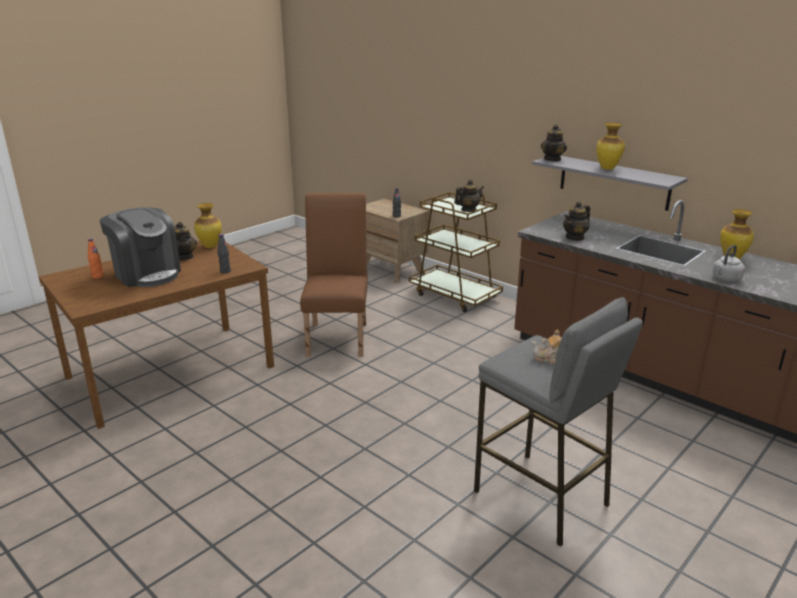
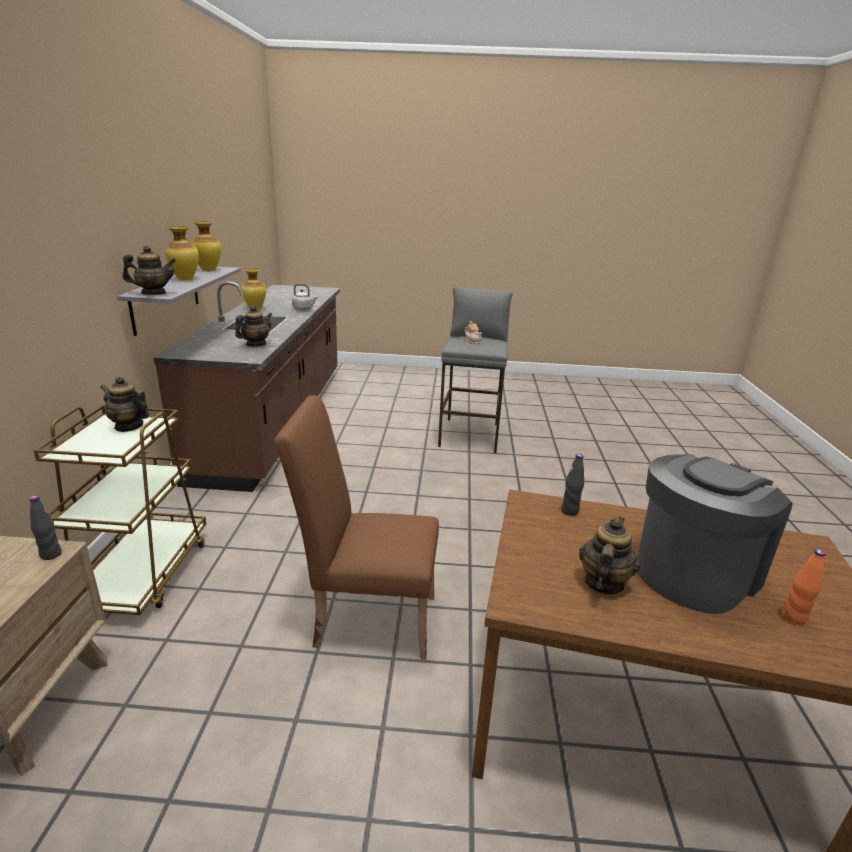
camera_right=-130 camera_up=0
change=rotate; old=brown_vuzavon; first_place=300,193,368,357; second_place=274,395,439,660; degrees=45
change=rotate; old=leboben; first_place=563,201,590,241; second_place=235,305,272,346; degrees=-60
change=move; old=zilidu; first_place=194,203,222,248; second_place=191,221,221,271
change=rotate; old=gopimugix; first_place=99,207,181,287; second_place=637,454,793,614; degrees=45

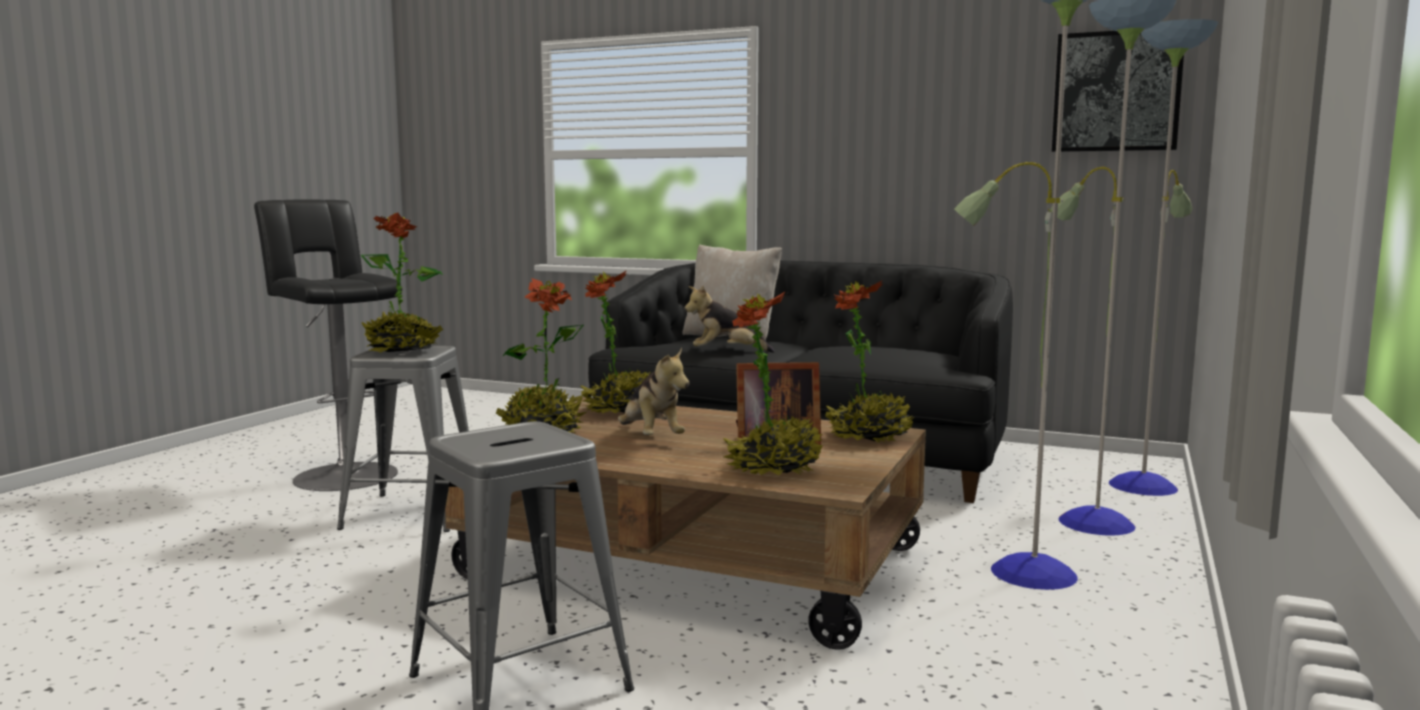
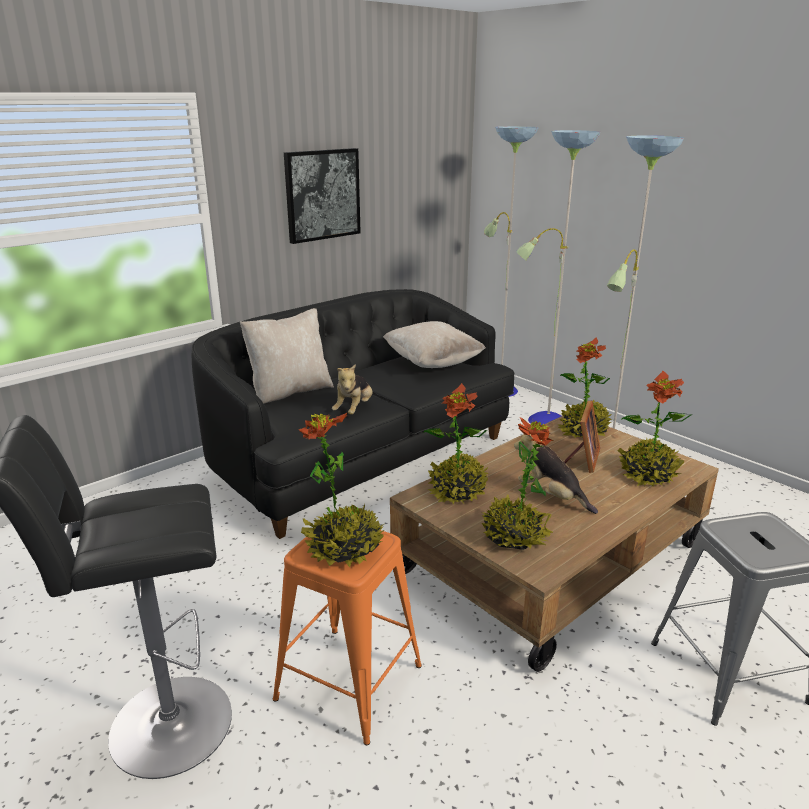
camera_right=-65 camera_up=15
change=move; old=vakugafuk; first_place=1052,31,1184,152; second_place=284,148,361,244
change=recolor; old=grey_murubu; new=orange_murubu; first_place=337,346,469,532; second_place=273,530,422,745
change=rotate; old=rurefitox; first_place=618,348,689,435; second_place=514,434,598,514; degrees=-135
change=insert; new=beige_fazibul; second_place=383,321,486,368

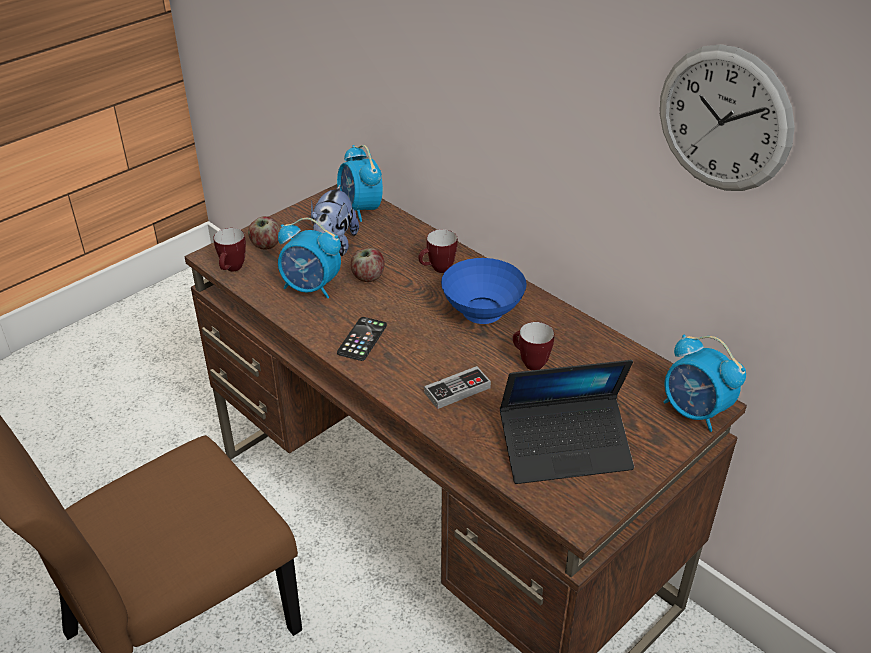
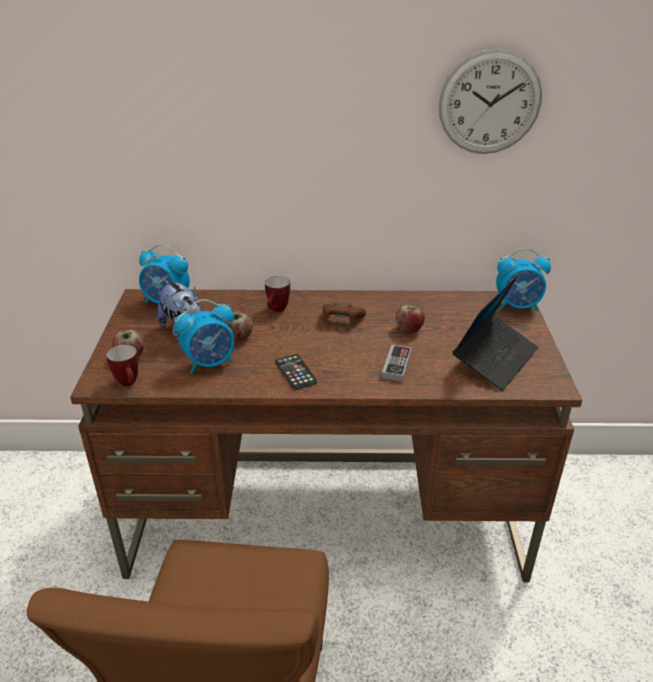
camera_right=-45 camera_up=-5
change=replace; old=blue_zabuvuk; new=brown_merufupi; first_place=441,258,527,324; second_place=323,302,366,322
change=replace; old=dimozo; new=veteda; first_place=513,322,554,370; second_place=396,305,425,333

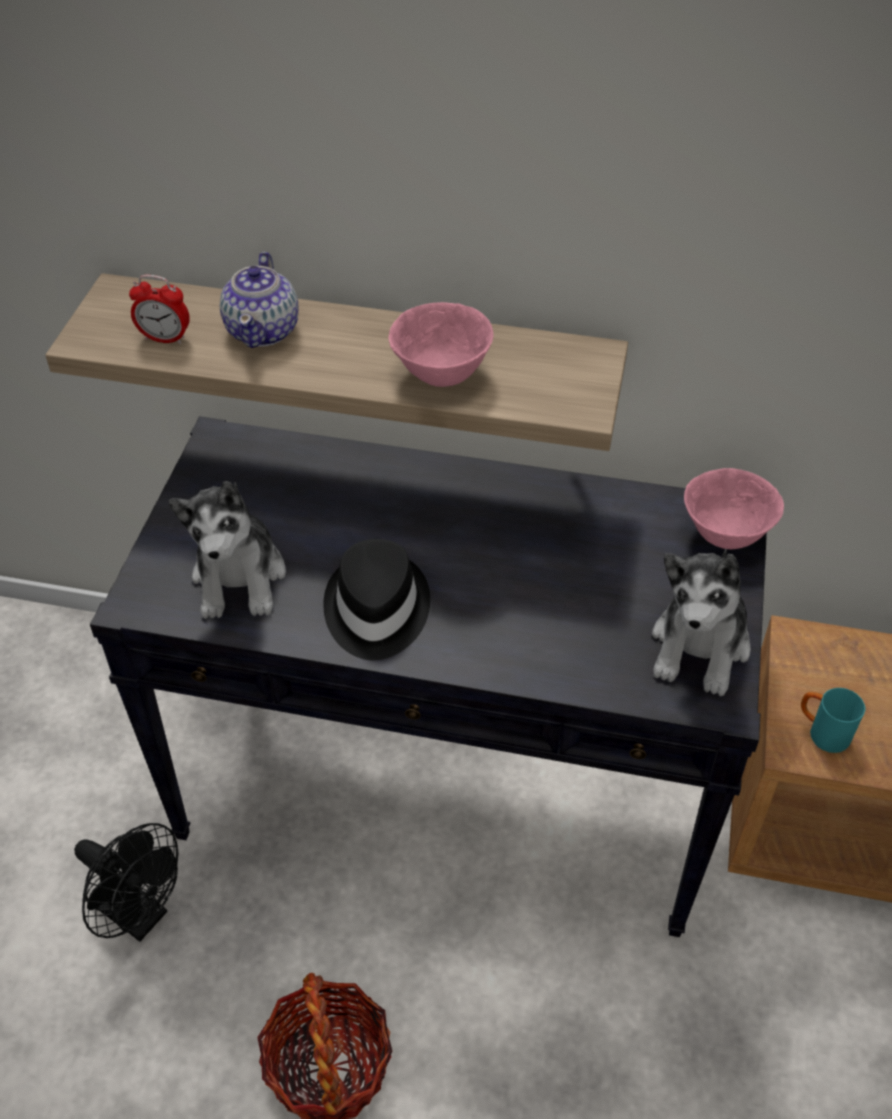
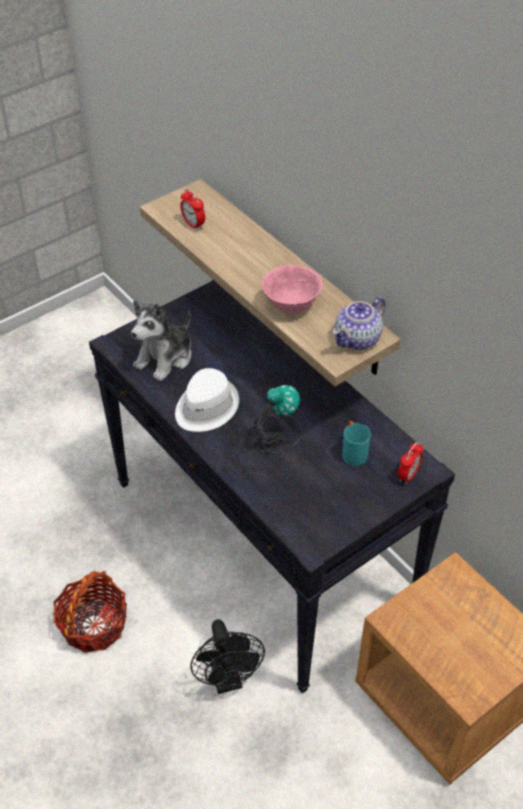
camera_right=40 camera_up=0
change=move; old=leboben; first_place=220,252,299,348; second_place=332,297,386,350
change=replace; old=pink_zabuvuk; new=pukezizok; first_place=684,468,784,549; second_place=398,442,423,484
change=recolor; old=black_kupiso; new=white_kupiso; first_place=323,539,430,661; second_place=175,368,239,432
change=delete; old=rurefitox; first_place=652,549,750,696
change=move; old=turquoise_dimozo; first_place=801,688,865,753; second_place=342,421,371,466
change=move; old=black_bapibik; first_place=74,823,179,942; second_place=191,619,265,694
change=insert; new=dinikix; second_place=228,385,303,479

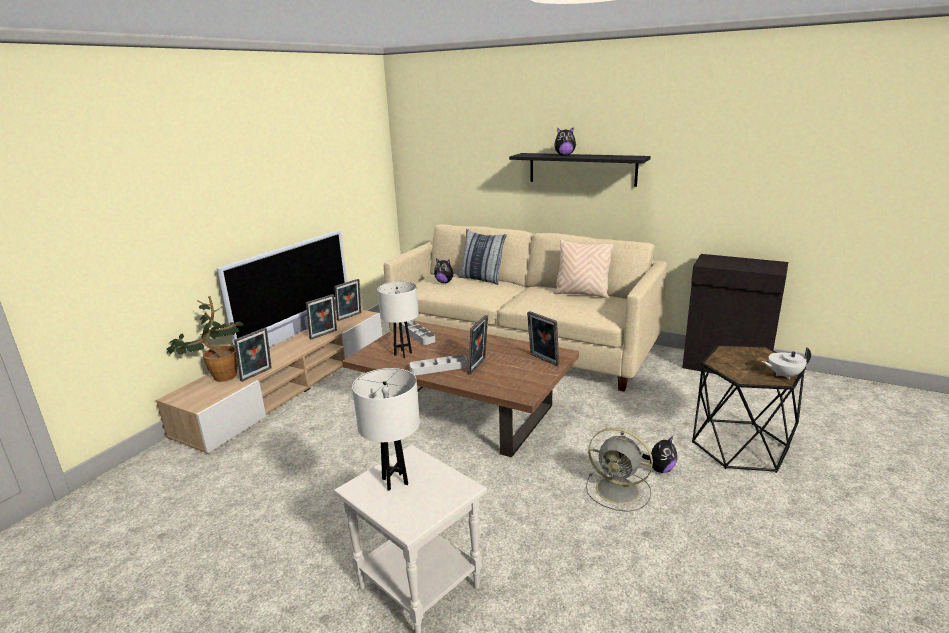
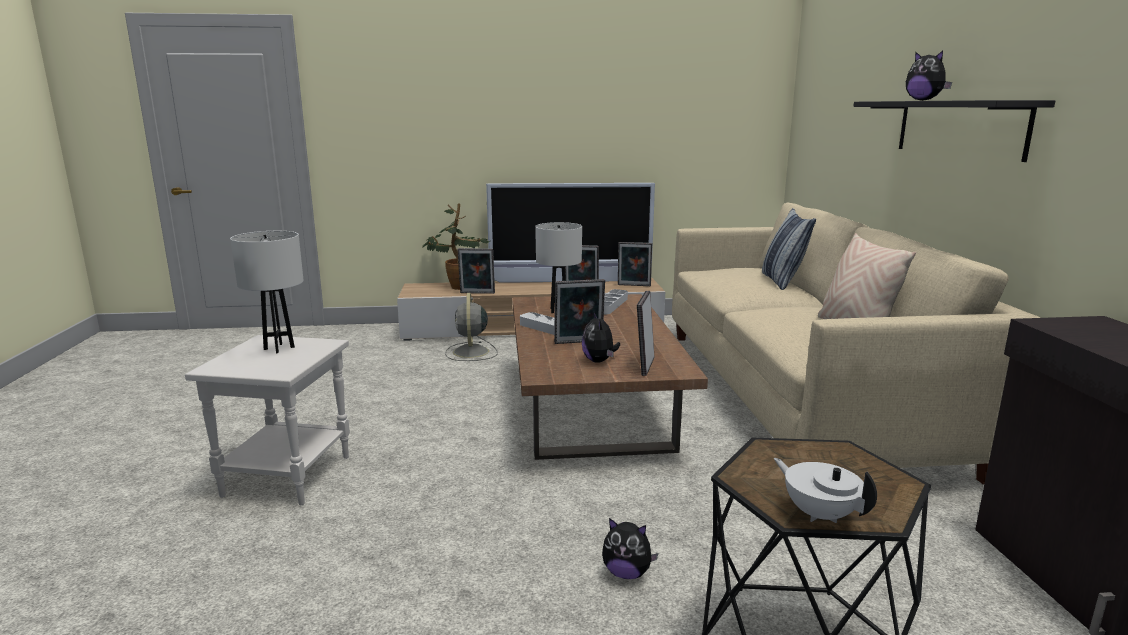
camera_right=55 camera_up=-5
change=move; old=rurefitox; first_place=434,258,457,283; second_place=582,313,620,363
change=move; old=grey_bapibik; first_place=586,428,653,512; second_place=445,293,498,361

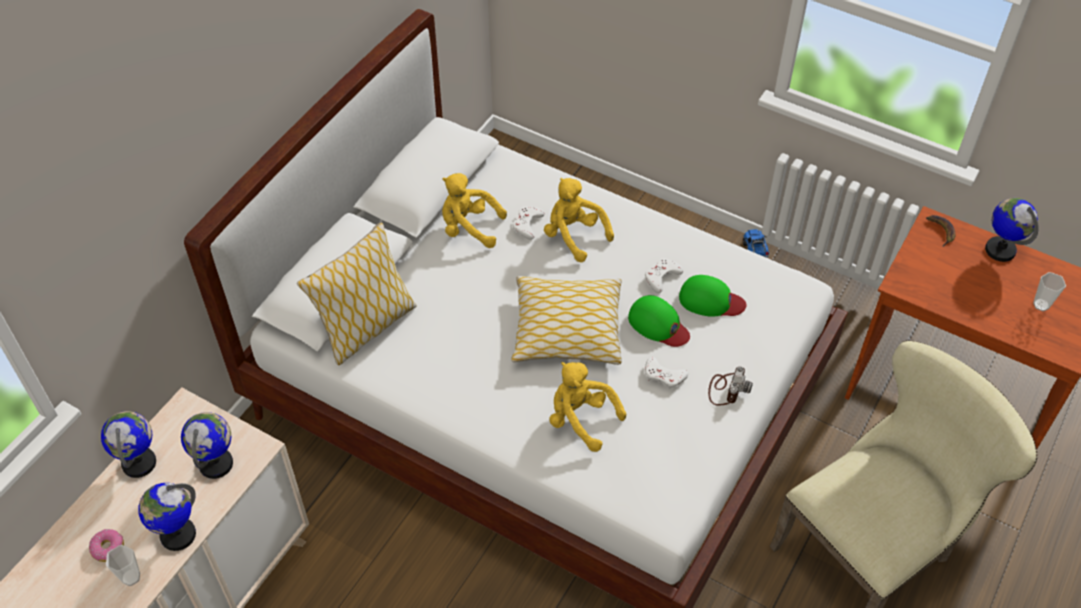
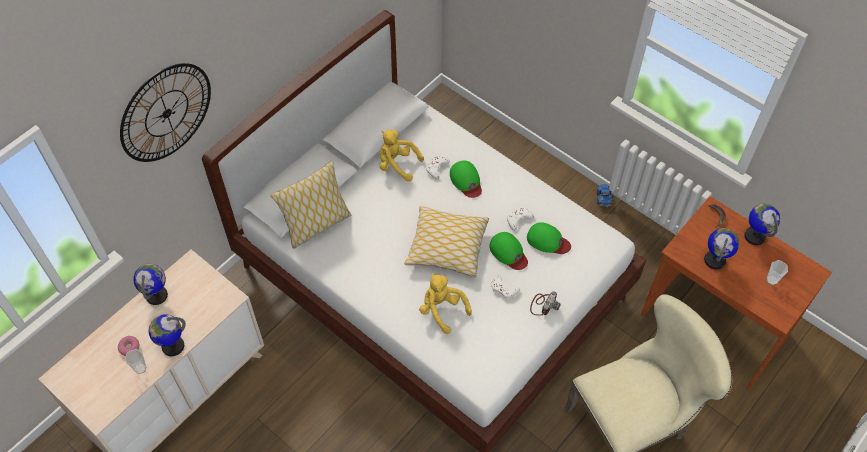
camera_right=10 camera_up=5
change=replace; old=yellow_rurefitox; new=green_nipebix; first_place=544,178,614,262; second_place=450,161,482,198
change=move; old=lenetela; first_place=181,412,233,479; second_place=704,228,739,269
change=insert; new=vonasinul; second_place=120,63,211,162

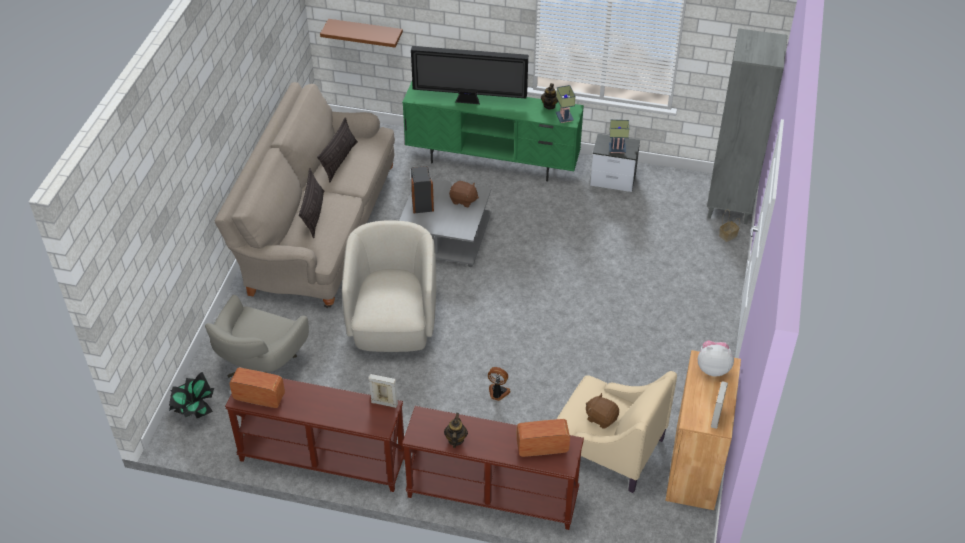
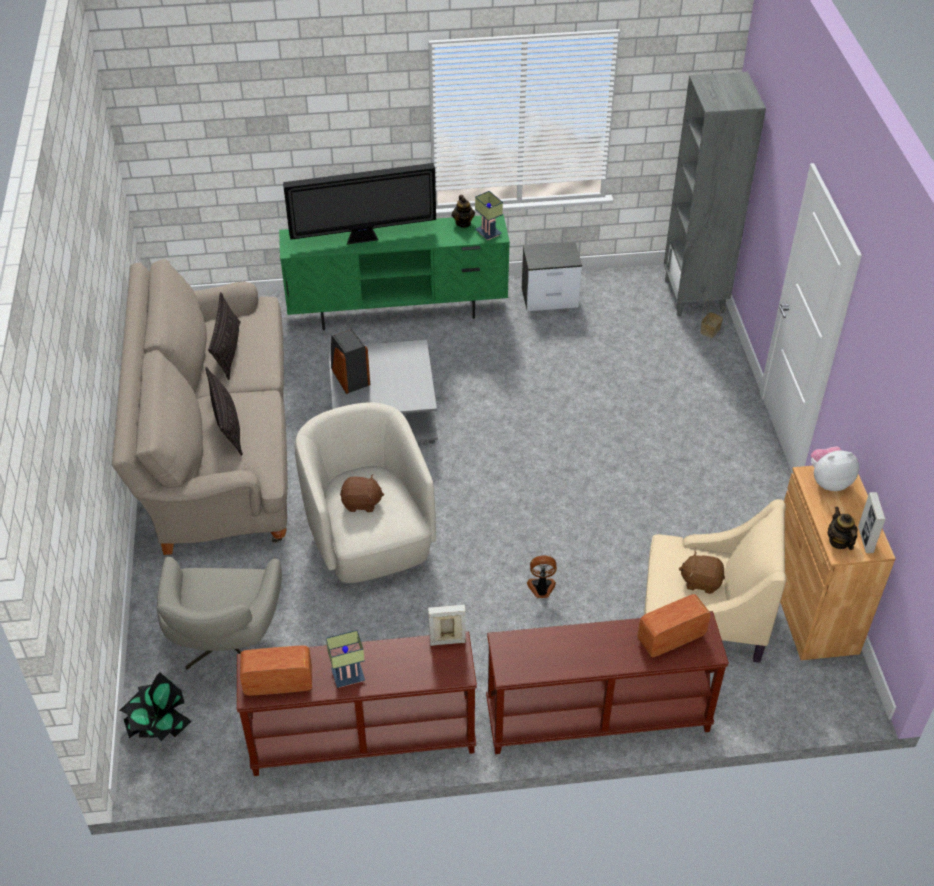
camera_right=-20 camera_up=0
change=delete; old=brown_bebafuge; first_place=320,19,403,48
change=move; old=dinikix; first_place=609,120,629,153; second_place=326,630,365,688
change=move; old=brown_rurefitox; first_place=449,181,479,208; second_place=340,474,384,512
change=move; old=leboben; first_place=444,413,468,448; second_place=827,507,858,550

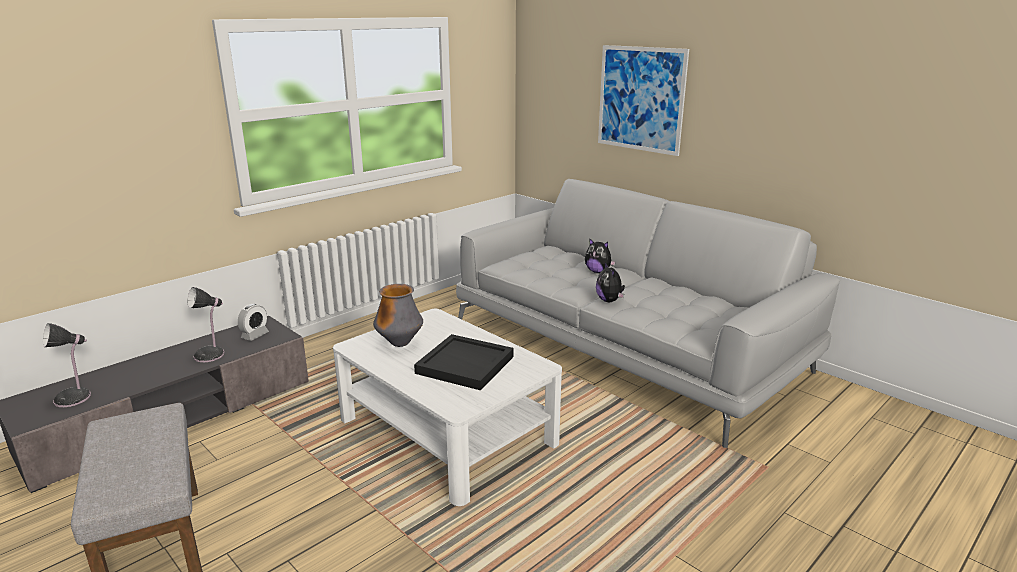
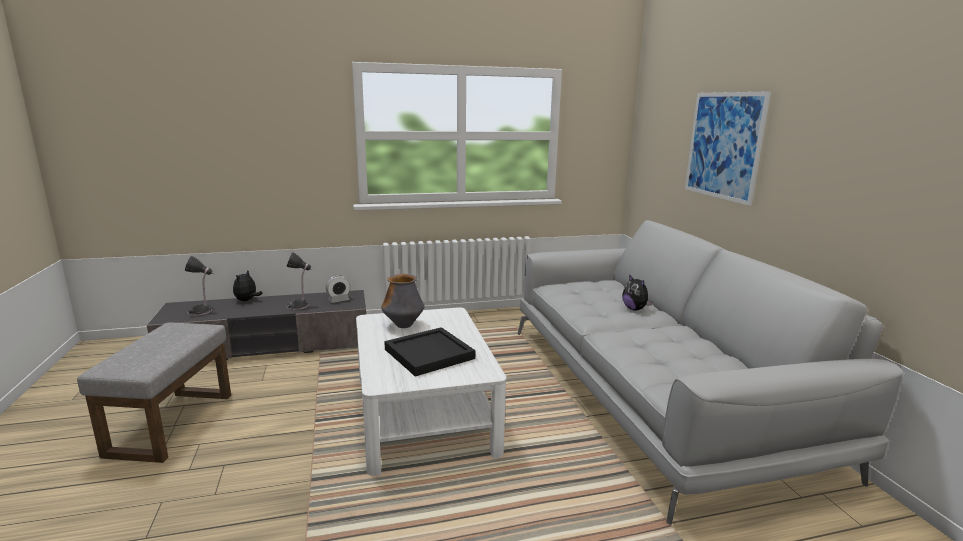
camera_right=30 camera_up=-5
change=move; old=rurefitox; first_place=596,263,625,302; second_place=233,270,263,301

